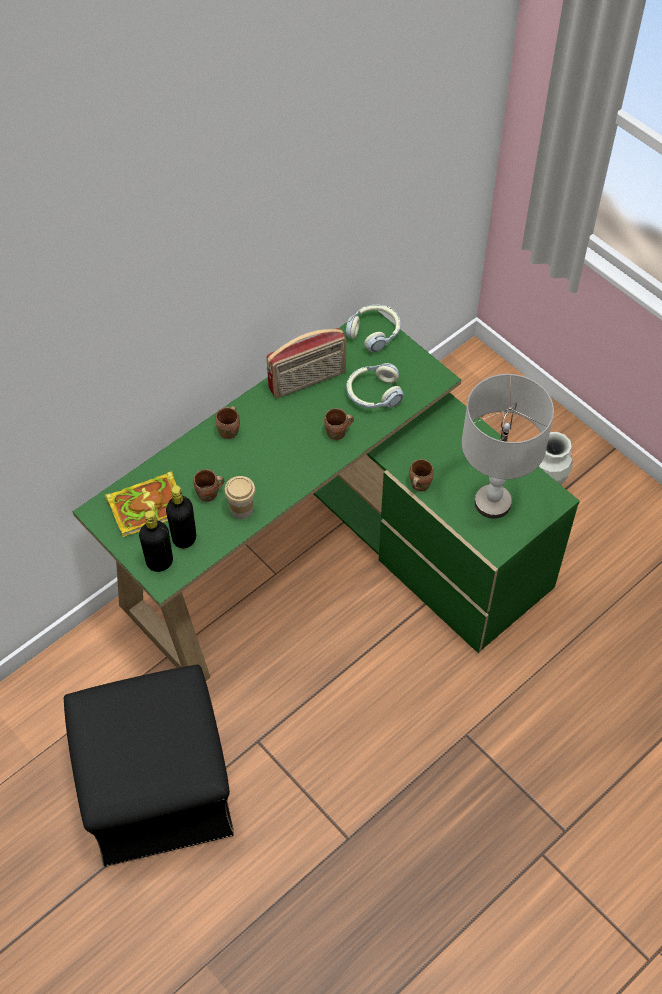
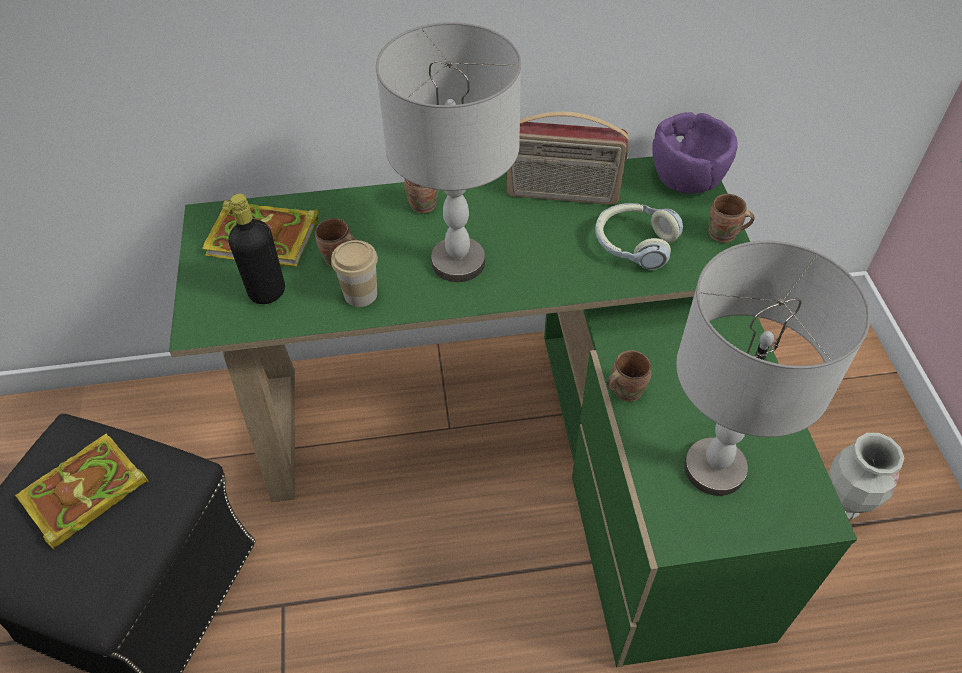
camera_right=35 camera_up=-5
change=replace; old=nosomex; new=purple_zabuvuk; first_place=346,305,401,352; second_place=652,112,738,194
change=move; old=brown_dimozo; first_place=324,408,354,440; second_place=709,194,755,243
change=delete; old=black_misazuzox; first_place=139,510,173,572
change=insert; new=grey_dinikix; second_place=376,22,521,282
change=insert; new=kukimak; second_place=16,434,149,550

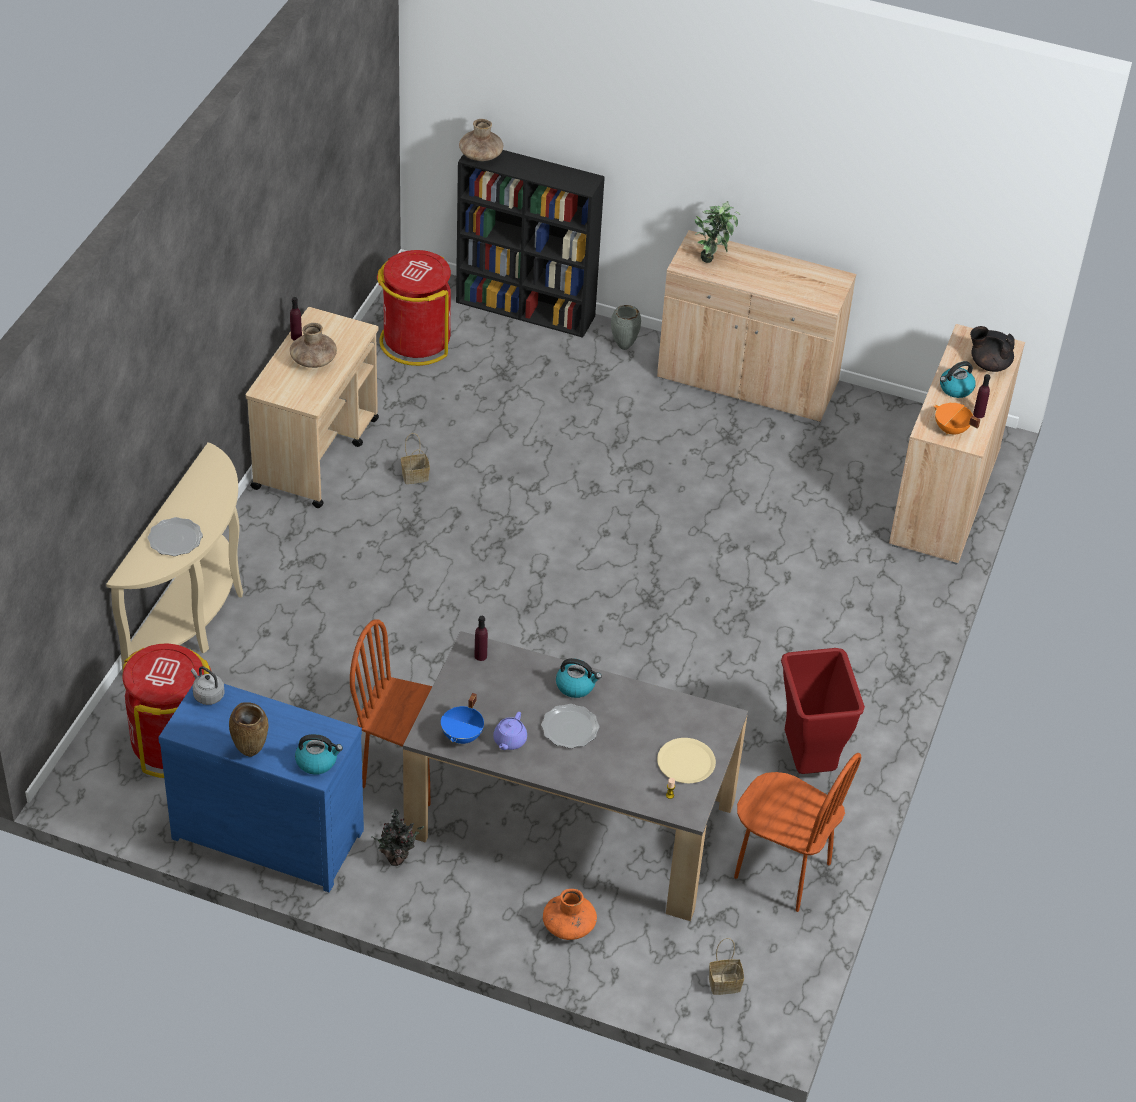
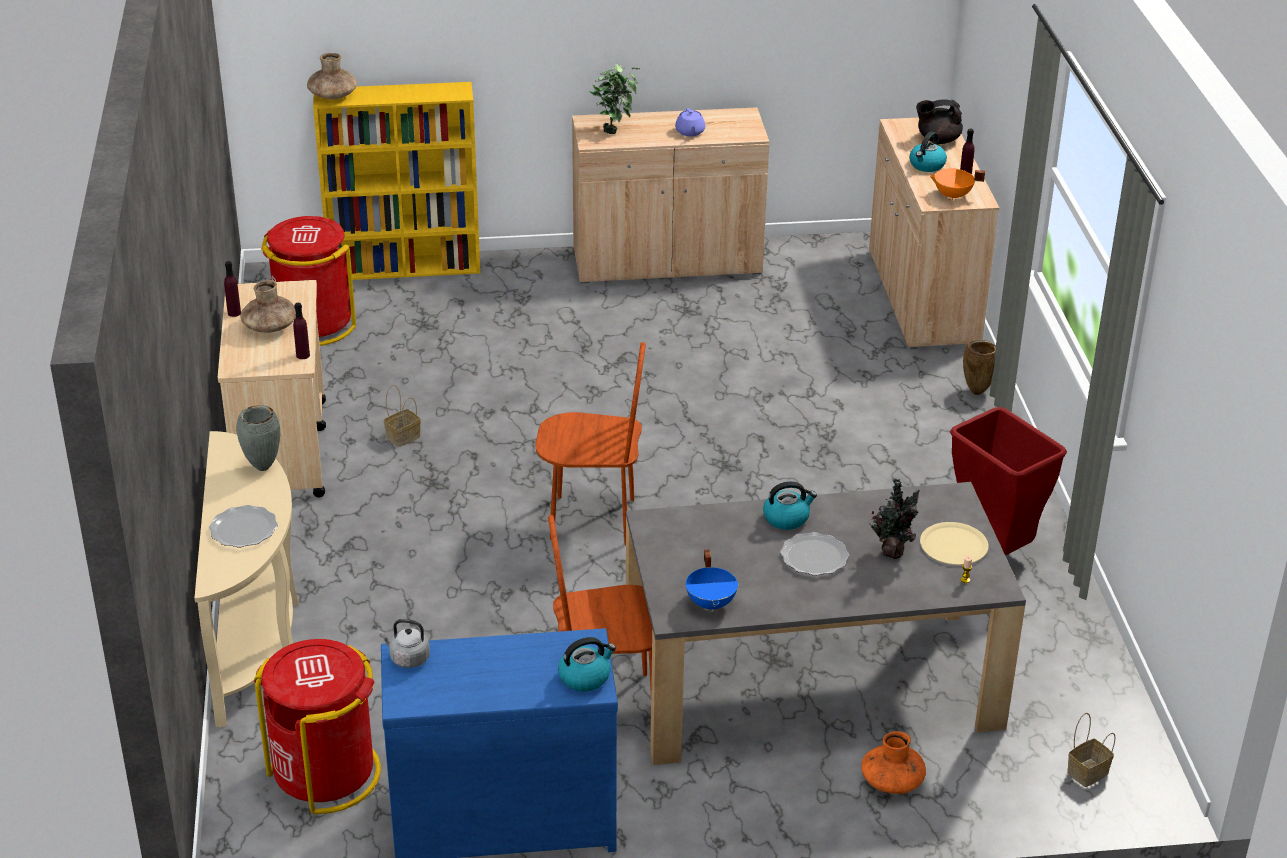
camera_right=-25 camera_up=-10
change=recolor; old=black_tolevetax; new=yellow_tolevetax; first_place=456,150,605,338; second_place=313,82,480,280
change=move; old=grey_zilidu; first_place=611,305,641,350; second_place=236,405,280,471
change=move; old=purple_misazuzox; first_place=475,616,488,661; second_place=293,303,310,359
change=move; old=brown_zilidu; first_place=229,702,269,757; second_place=963,340,996,395
change=move; old=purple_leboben; first_place=493,712,527,750; second_place=675,108,705,136
change=move; old=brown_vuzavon; first_place=734,753,861,912; second_place=536,342,646,545
change=move; old=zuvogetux; first_place=371,809,424,866; second_place=869,478,920,559

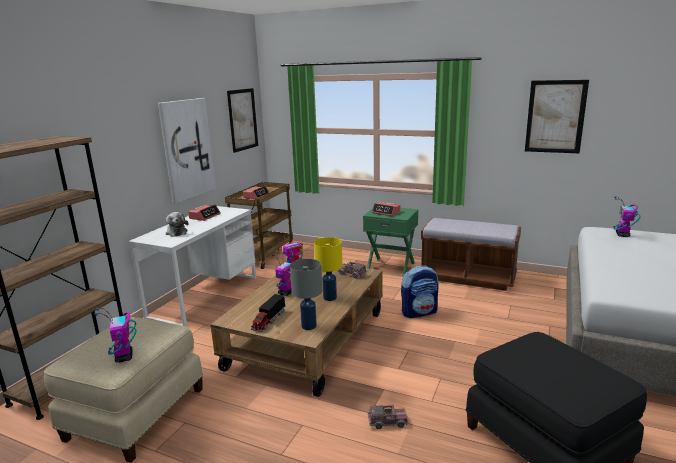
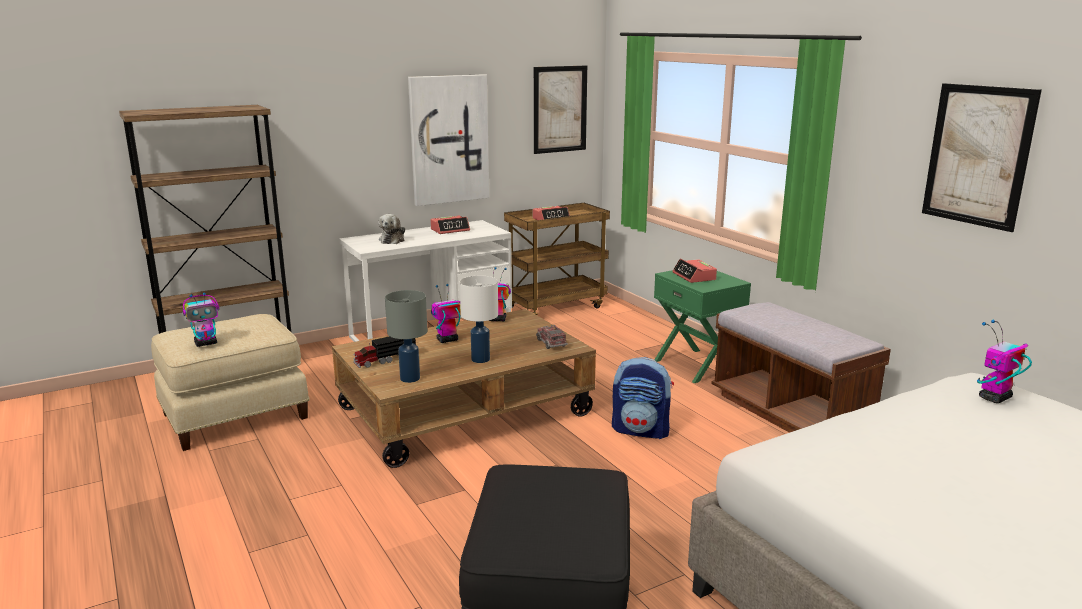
camera_right=35 camera_up=0
change=recolor; old=yellow_dinikix; new=white_dinikix; first_place=314,237,343,301; second_place=459,276,498,363
change=rotate; old=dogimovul; first_place=94,308,136,362; second_place=183,292,219,347; degrees=-135
change=delete; old=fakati; first_place=368,405,408,429

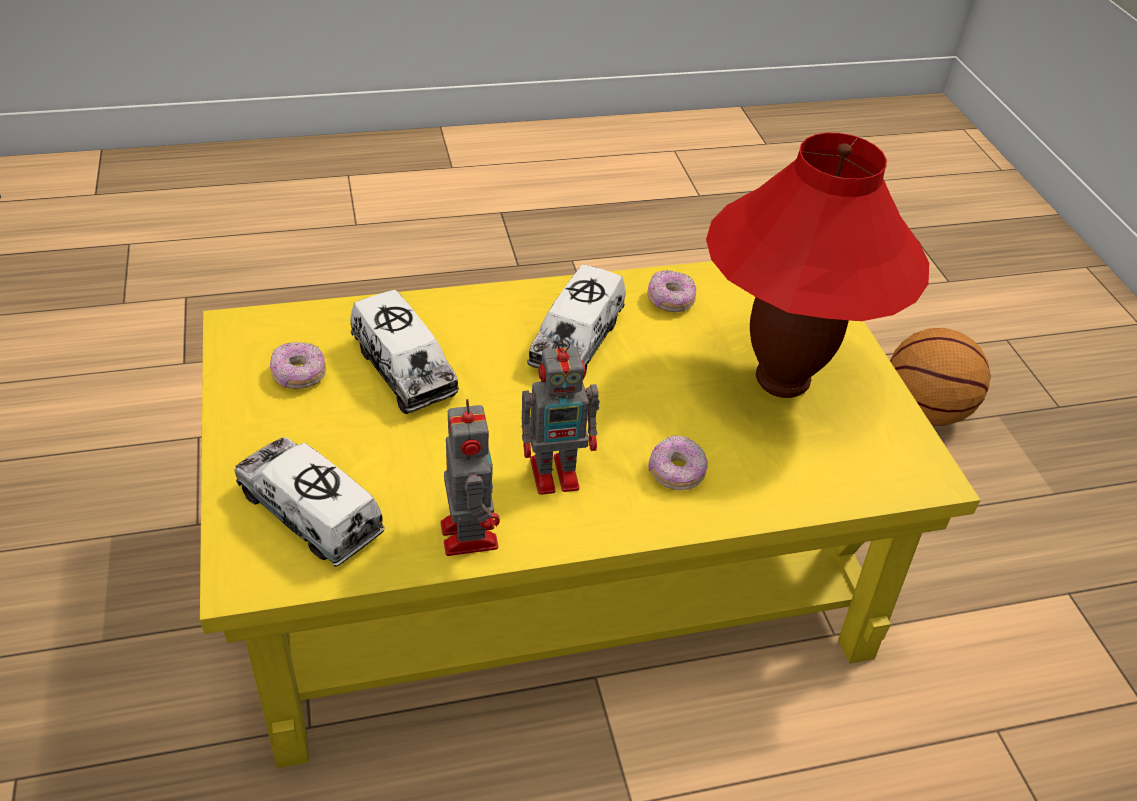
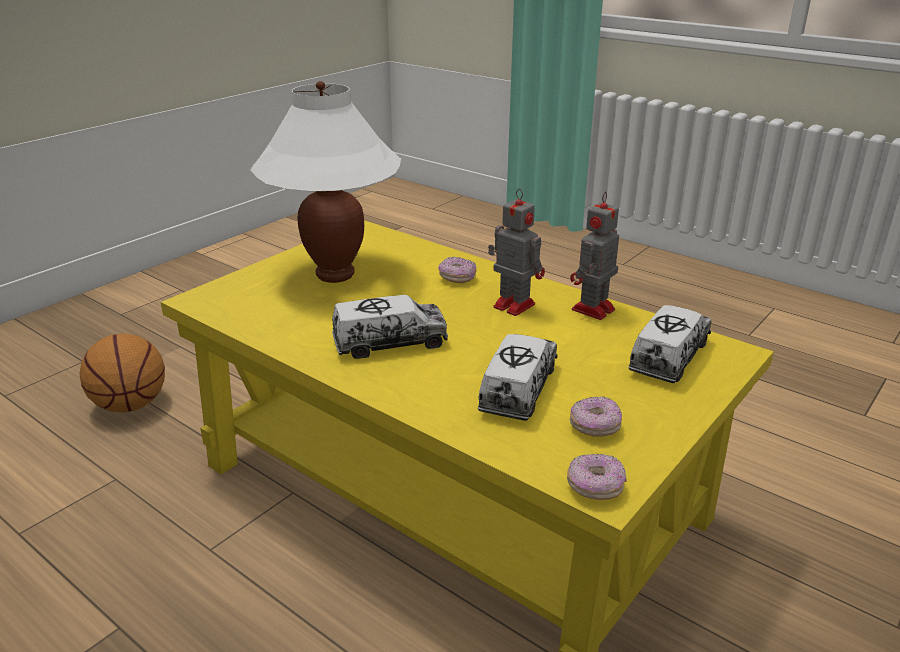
camera_right=-125 camera_up=-15
change=recolor; old=red_dinikix; new=white_dinikix; first_place=706,133,929,398; second_place=250,81,401,283
change=move; old=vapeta; first_place=647,270,696,312; second_place=567,454,626,500
change=rotate; old=fakati; first_place=234,437,385,567; second_place=628,305,711,383; degrees=-150

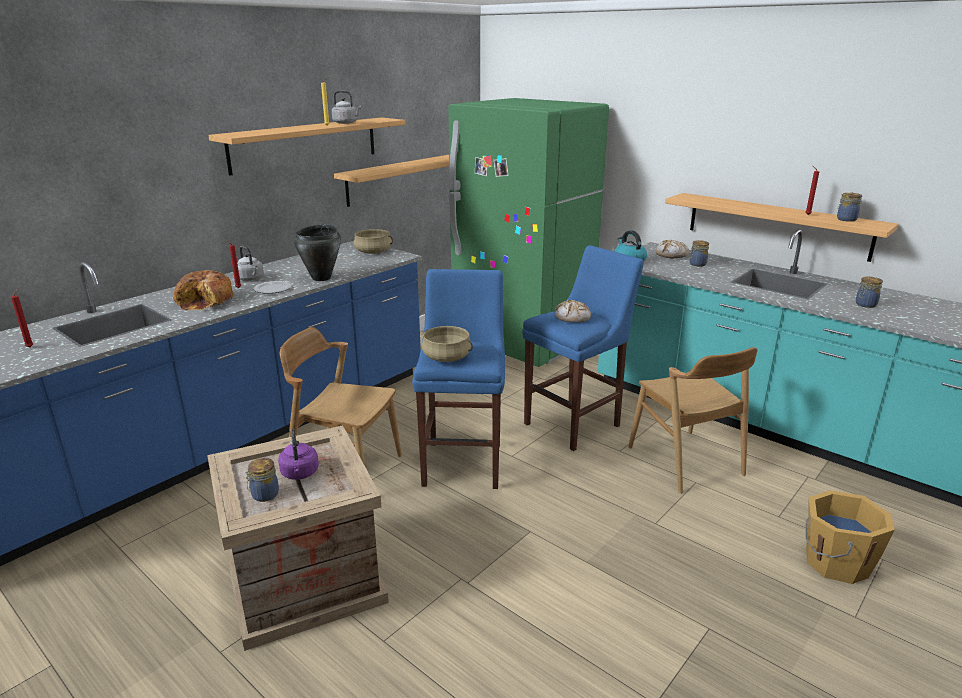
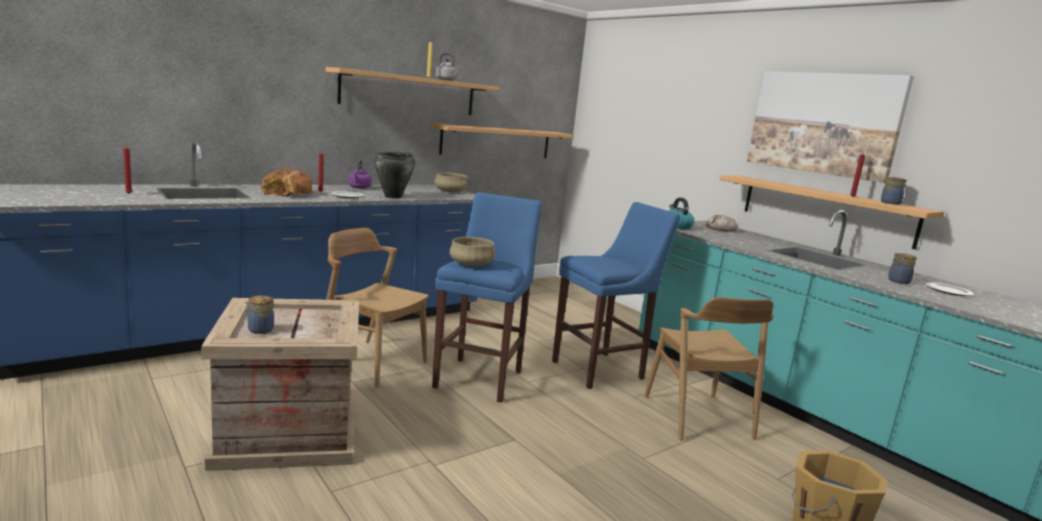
camera_right=10 camera_up=-10
change=delete; old=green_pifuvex; first_place=449,98,609,367
change=delete; old=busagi; first_place=690,240,709,267
change=delete; old=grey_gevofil; first_place=237,246,264,281
change=delete; old=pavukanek; first_place=555,300,591,323
change=move; old=purple_gevofil; first_place=278,429,319,480; second_place=349,160,372,189
change=insert; new=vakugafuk; second_place=747,71,914,183
change=insert; new=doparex; second_place=926,282,974,296

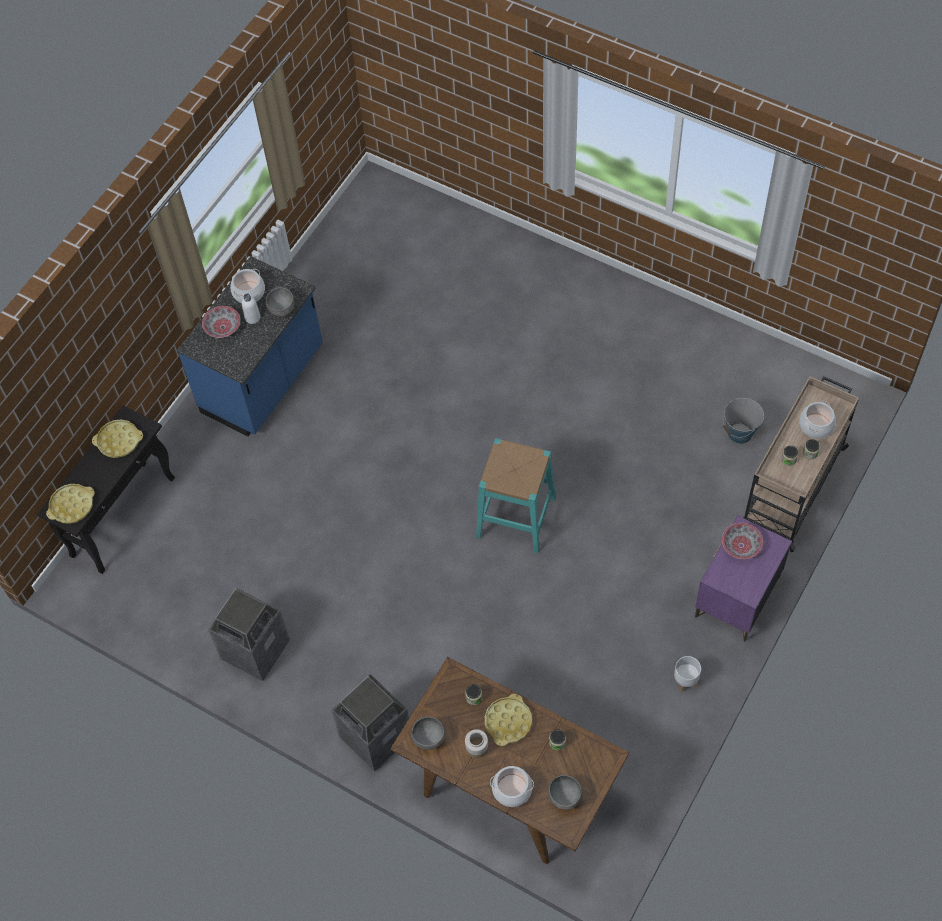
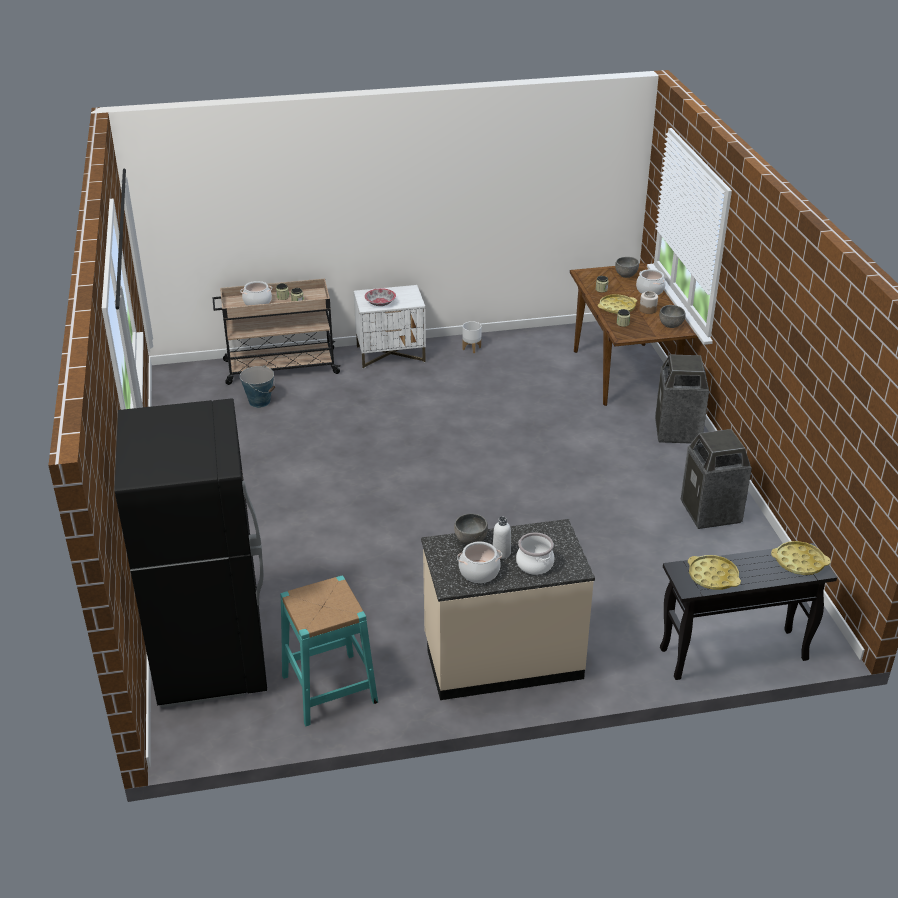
camera_right=-135 camera_up=-25
change=recolor; old=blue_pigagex; new=beige_pigagex; first_place=177,256,323,436; second_place=421,519,595,700
change=replace; old=zabuvuk; new=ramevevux; first_place=202,306,240,338; second_place=516,532,555,575
change=move; old=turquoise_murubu; first_place=476,438,556,553; second_place=280,575,378,726
change=recolor; old=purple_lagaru; new=white_lagaru; first_place=695,515,792,642; second_place=354,285,426,369
change=insert; new=black_pifuvex; second_place=115,398,267,707

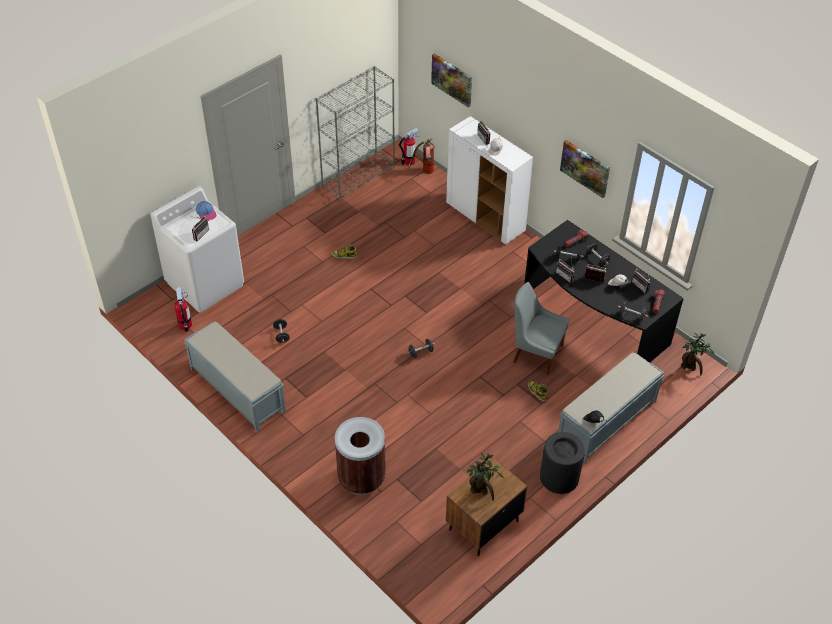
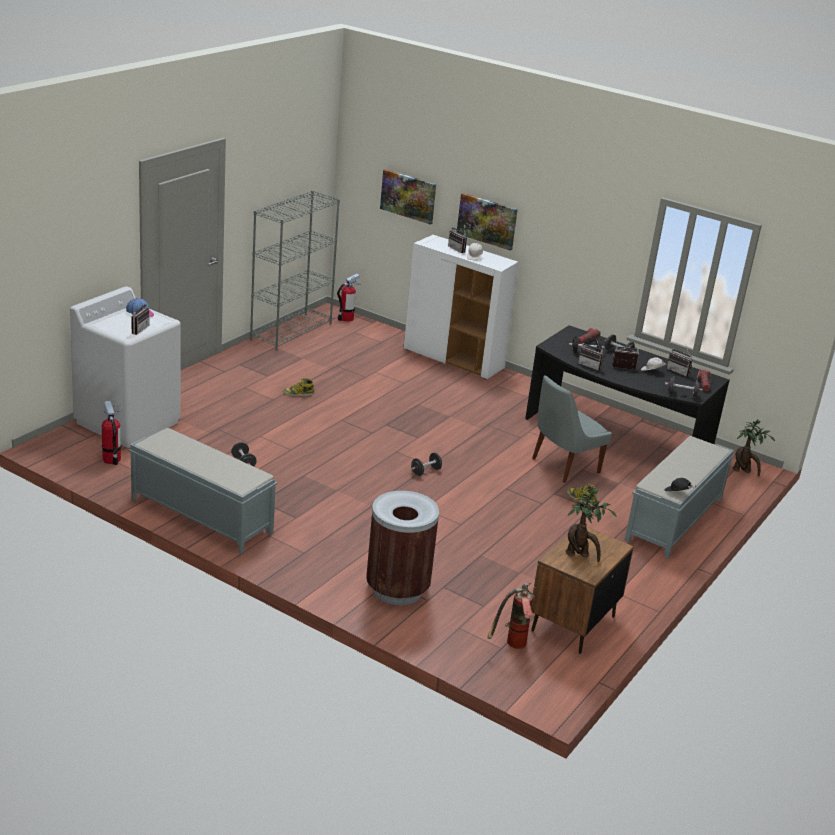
camera_right=-15 camera_up=-20
change=move; old=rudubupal; first_place=408,138,435,174; second_place=488,583,535,649
change=move; old=vakugafuk; first_place=560,140,610,198; second_place=457,193,518,251
change=rotate; old=grey_vuzavon; first_place=513,282,569,375; second_place=532,375,612,483; degrees=-45
change=delete; old=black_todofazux; first_place=540,432,585,494

